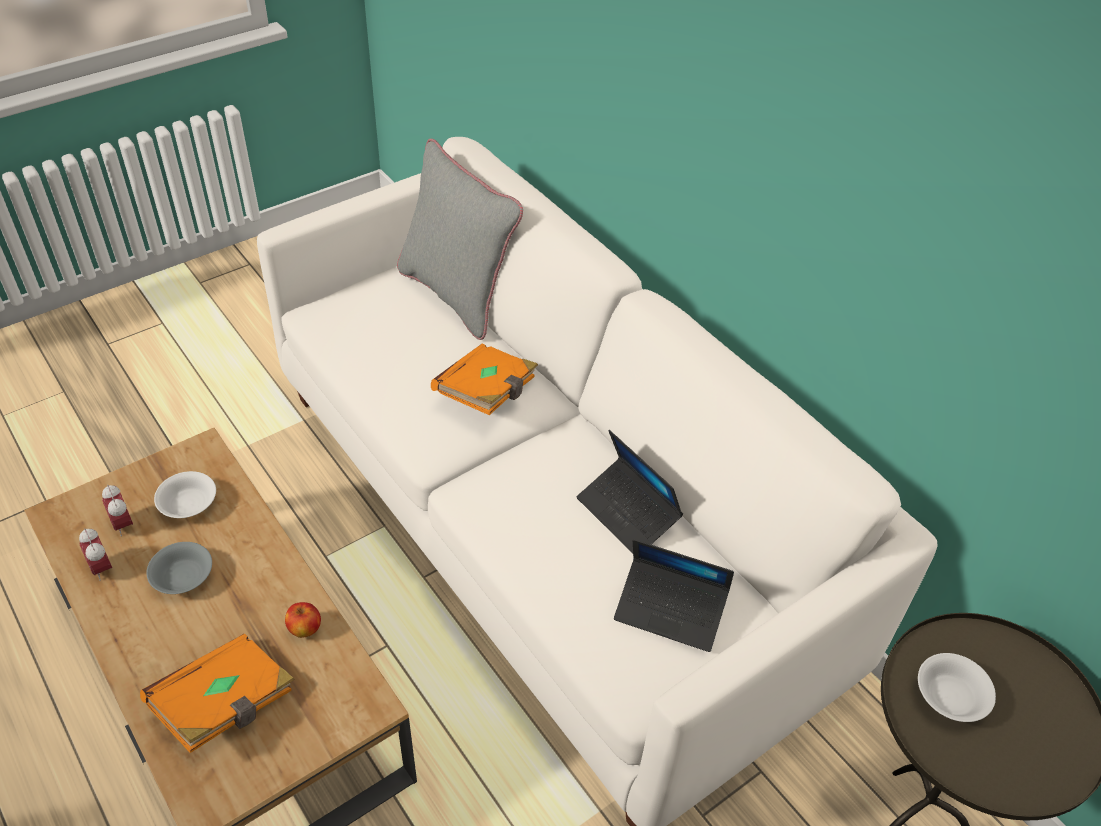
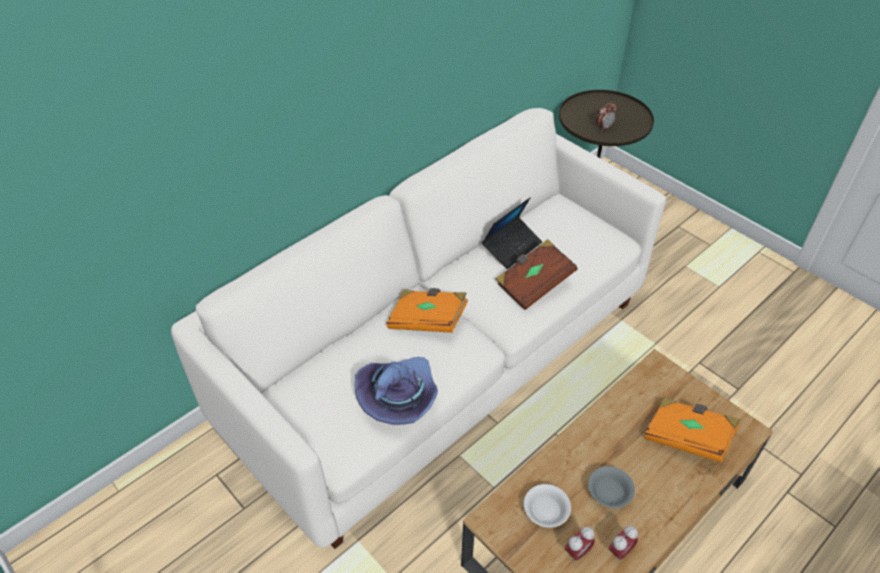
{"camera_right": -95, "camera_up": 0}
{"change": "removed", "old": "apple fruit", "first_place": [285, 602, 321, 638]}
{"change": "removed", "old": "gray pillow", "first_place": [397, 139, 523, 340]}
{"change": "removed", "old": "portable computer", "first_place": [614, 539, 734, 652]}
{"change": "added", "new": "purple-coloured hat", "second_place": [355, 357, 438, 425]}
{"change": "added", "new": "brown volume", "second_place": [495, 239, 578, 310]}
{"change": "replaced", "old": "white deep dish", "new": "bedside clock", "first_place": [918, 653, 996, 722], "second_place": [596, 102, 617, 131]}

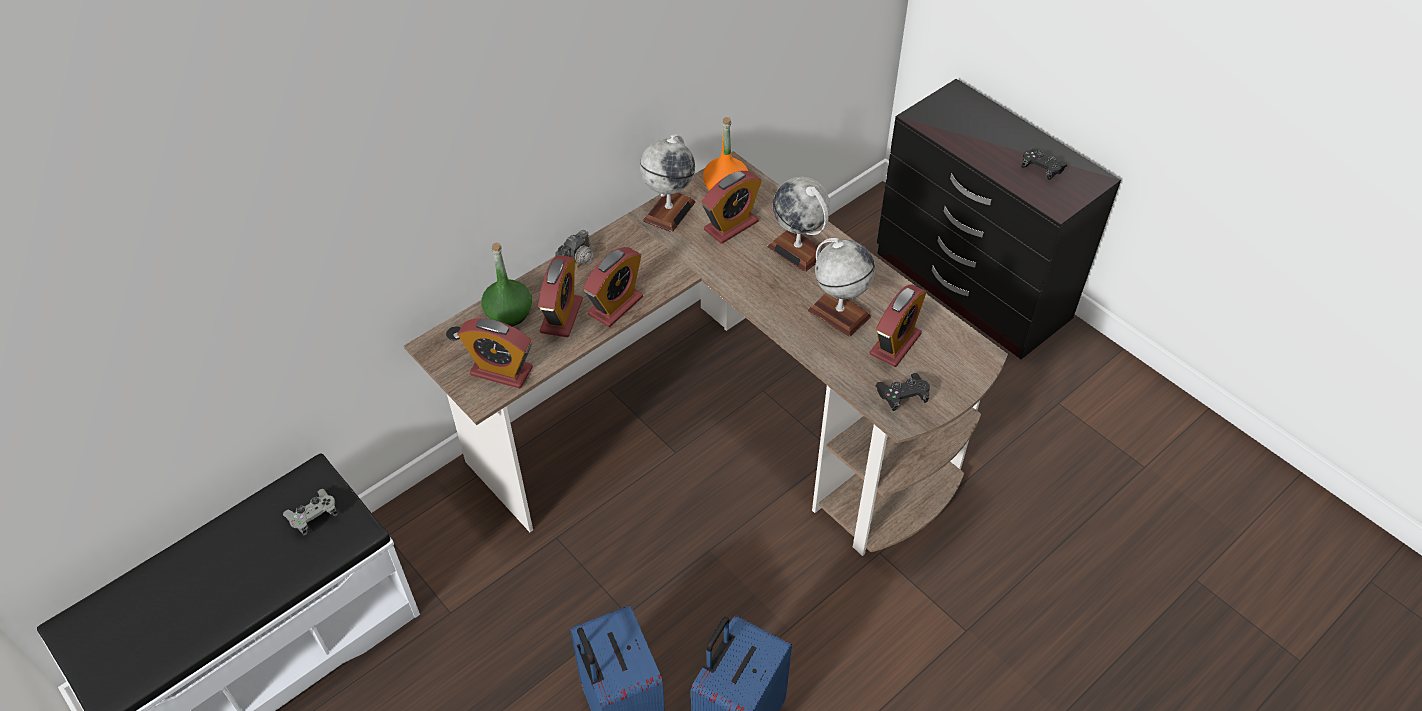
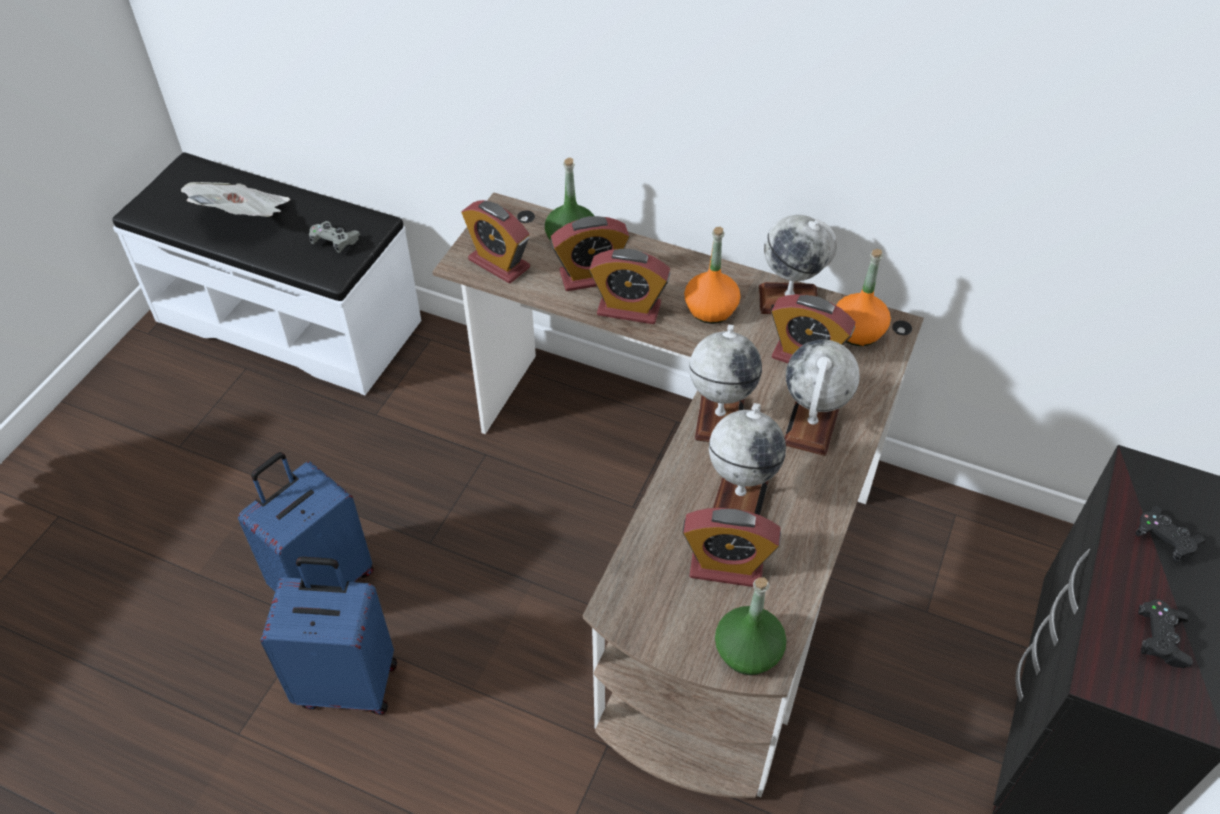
{"camera_right": 65, "camera_up": 0}
{"change": "removed", "old": "still camera", "first_place": [555, 230, 608, 273]}
{"change": "added", "new": "daily paper", "second_place": [181, 182, 290, 217]}
{"change": "added", "new": "orange-coloured drink bottle", "second_place": [684, 227, 740, 324]}
{"change": "added", "new": "globe", "second_place": [690, 324, 762, 442]}
{"change": "added", "new": "greenish drink bottle", "second_place": [715, 577, 786, 675]}
{"change": "moved", "old": "black-coloured game controller", "first_place": [875, 373, 930, 411], "second_place": [1135, 506, 1205, 563]}
{"change": "turned", "old": "bedside clock", "first_place": [457, 318, 533, 389], "second_place": [462, 200, 530, 284], "degrees": -45}

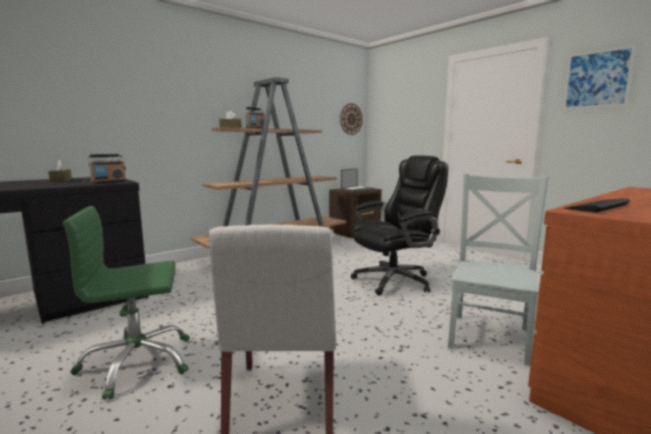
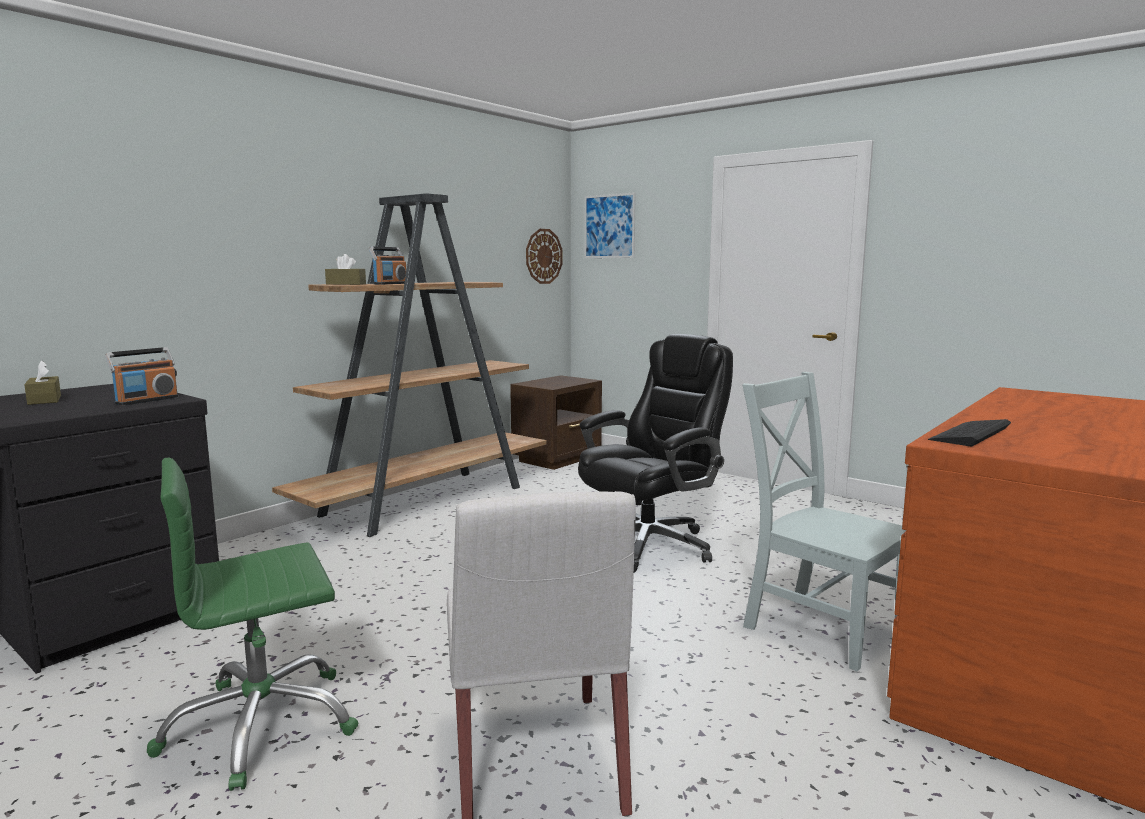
{"camera_right": -10, "camera_up": 0}
{"change": "removed", "old": "portable computer", "first_place": [341, 168, 374, 192]}
{"change": "moved", "old": "wall picture", "first_place": [563, 45, 635, 109], "second_place": [584, 192, 636, 258]}
{"change": "turned", "old": "gray upright chair", "first_place": [448, 173, 549, 366], "second_place": [742, 372, 906, 671], "degrees": -60}

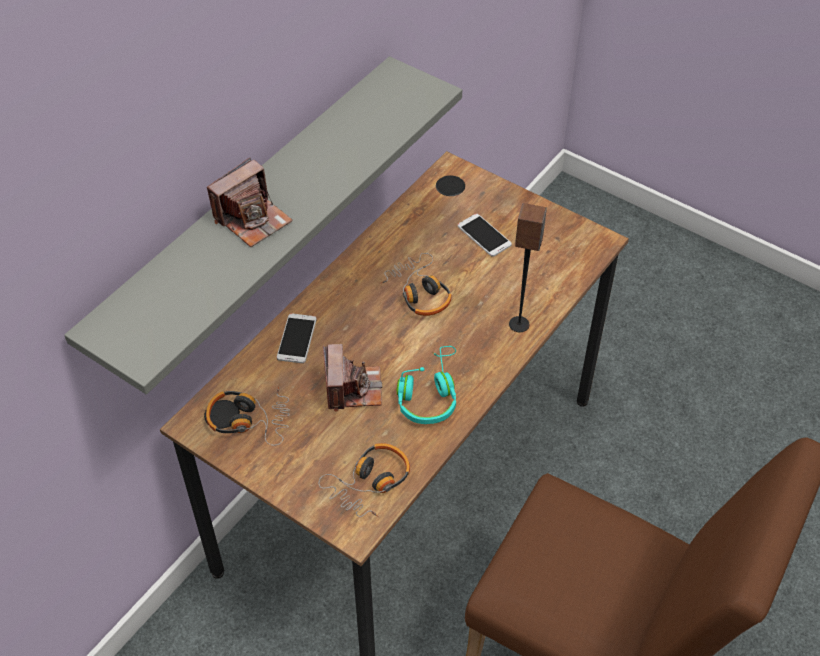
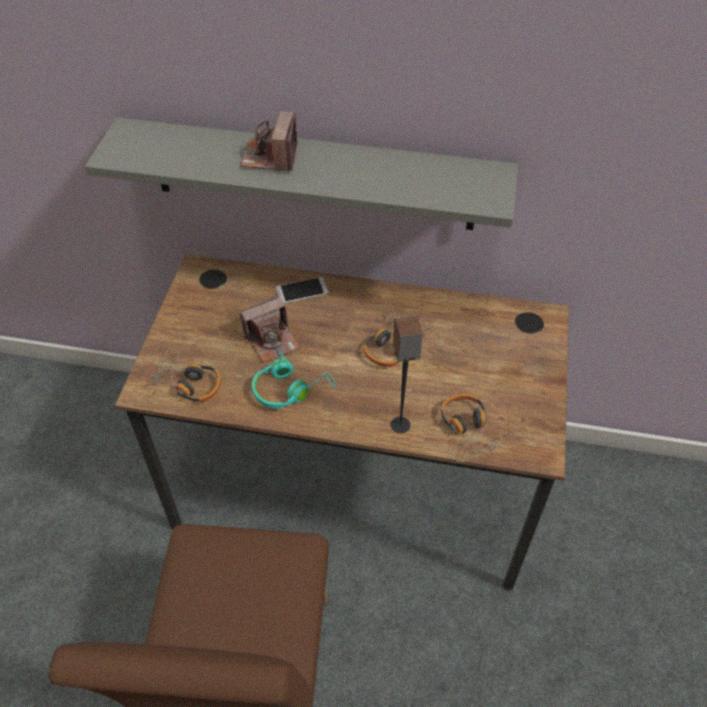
{"camera_right": 65, "camera_up": 0}
{"change": "removed", "old": "telephone", "first_place": [458, 214, 512, 257]}
{"change": "moved", "old": "headset", "first_place": [206, 387, 290, 446], "second_place": [440, 394, 510, 462]}
{"change": "turned", "old": "still camera", "first_place": [207, 158, 292, 247], "second_place": [241, 111, 297, 171], "degrees": 75}

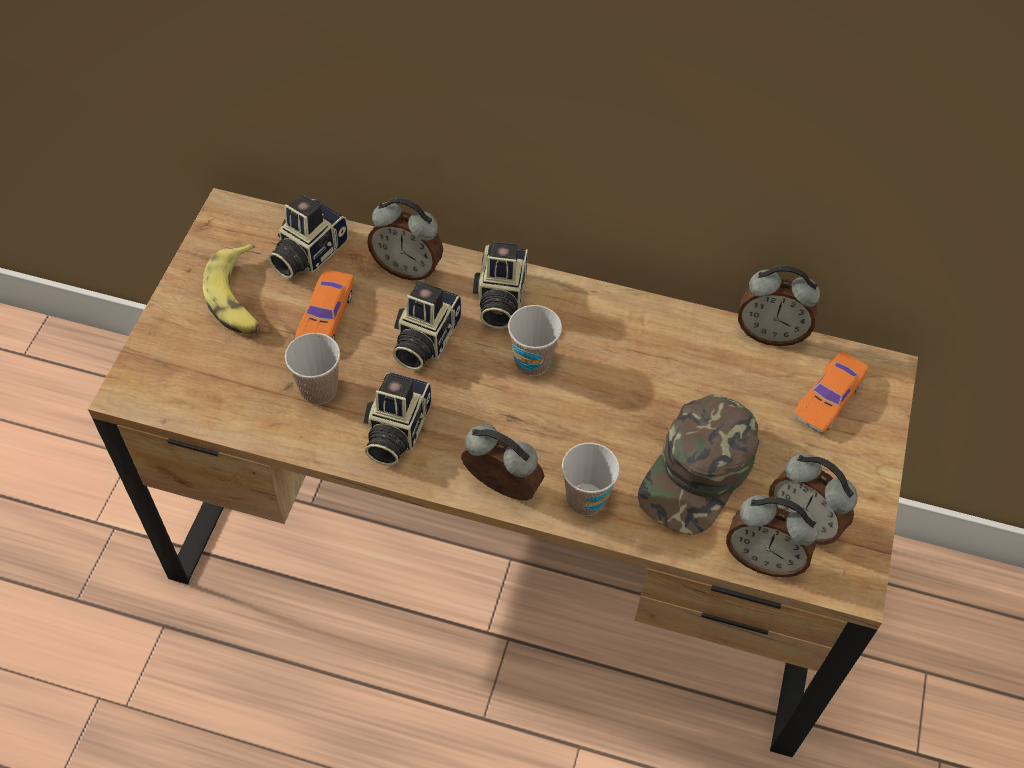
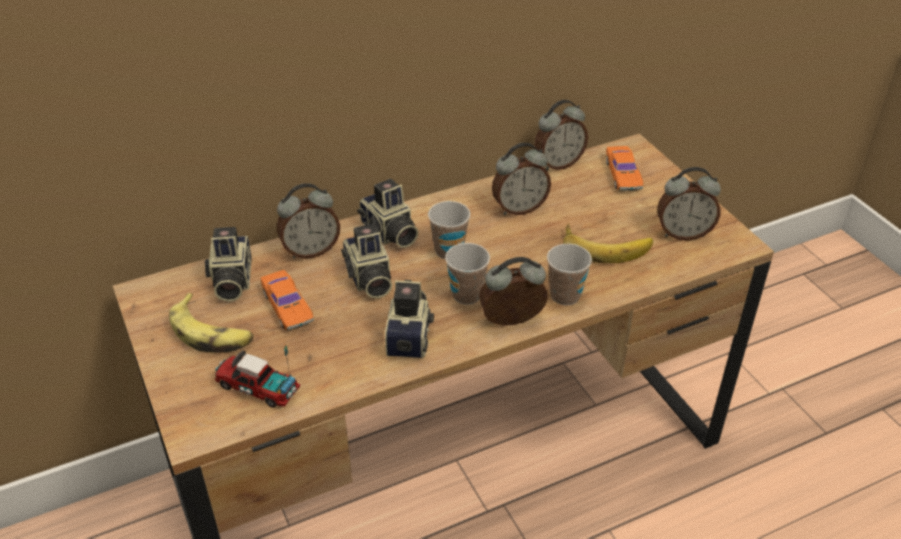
{"camera_right": -40, "camera_up": -15}
{"change": "added", "new": "toy truck", "second_place": [215, 343, 300, 408]}
{"change": "moved", "old": "cup", "first_place": [285, 333, 340, 405], "second_place": [445, 243, 490, 305]}
{"change": "moved", "old": "bedside clock", "first_place": [726, 495, 819, 578], "second_place": [492, 143, 551, 215]}
{"change": "replaced", "old": "greenish cap", "new": "whole banana", "first_place": [638, 394, 759, 535], "second_place": [563, 223, 653, 263]}
{"change": "turned", "old": "still camera", "first_place": [364, 372, 432, 466], "second_place": [385, 280, 434, 359], "degrees": -150}

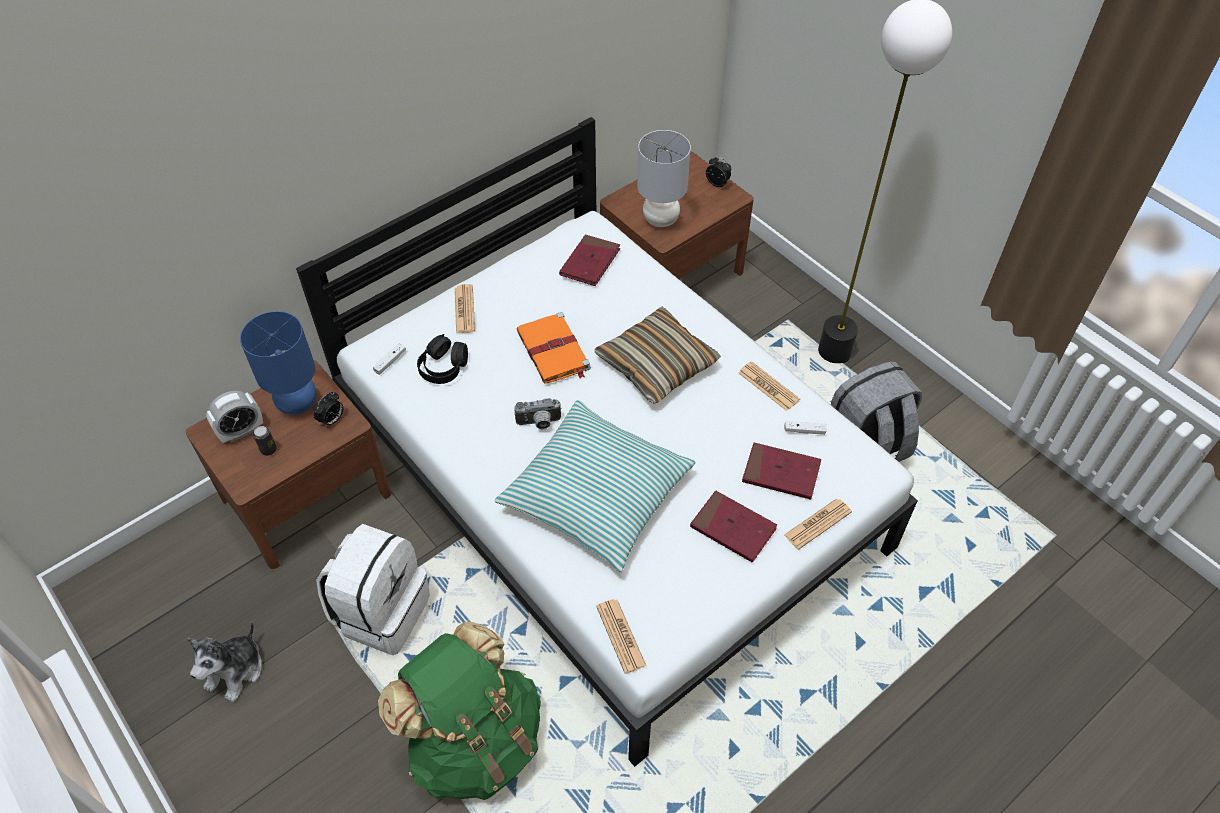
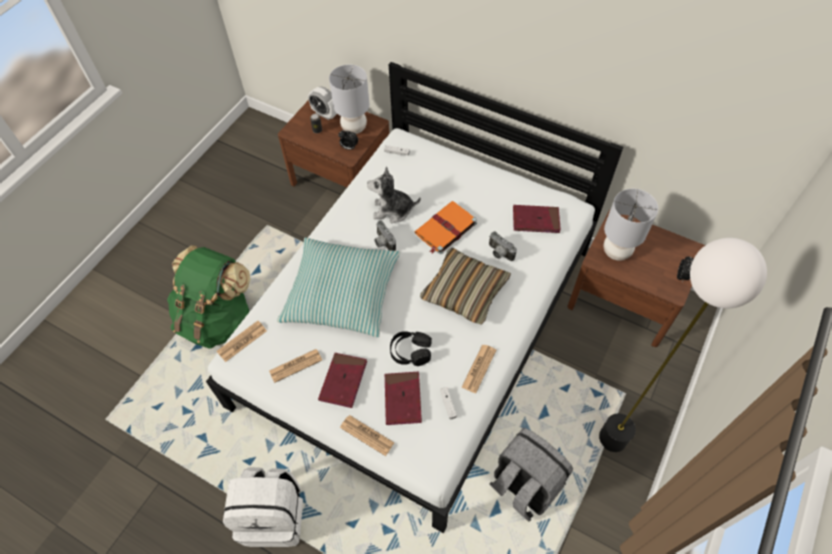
{"camera_right": 70, "camera_up": 5}
{"change": "added", "new": "still camera", "second_place": [489, 231, 517, 261]}
{"change": "moved", "old": "plush toy", "first_place": [187, 622, 262, 702], "second_place": [367, 166, 421, 223]}
{"change": "moved", "old": "white rucksack", "first_place": [316, 524, 430, 655], "second_place": [223, 467, 303, 547]}
{"change": "moved", "old": "black-coloured headset", "first_place": [417, 334, 468, 384], "second_place": [390, 331, 432, 366]}
{"change": "moved", "old": "daily paper", "first_place": [455, 284, 475, 333], "second_place": [269, 349, 322, 383]}
{"change": "recoloured", "old": "bluish lamp for a table", "new": "gray lamp for a table", "first_place": [240, 311, 317, 415], "second_place": [329, 64, 369, 134]}

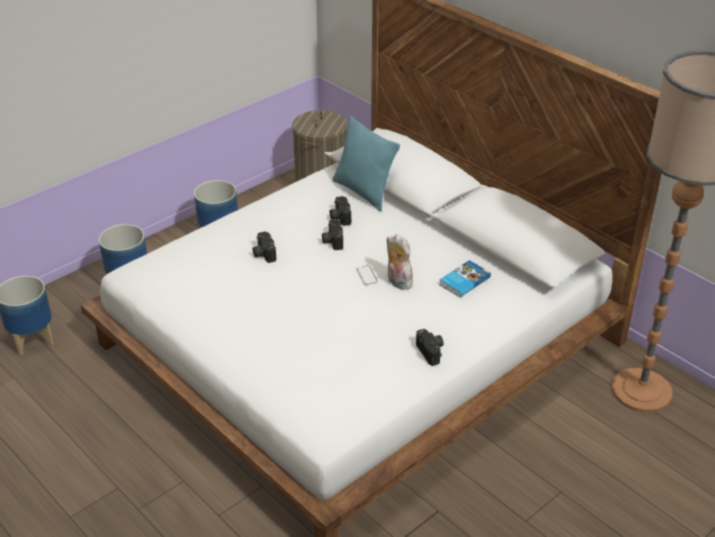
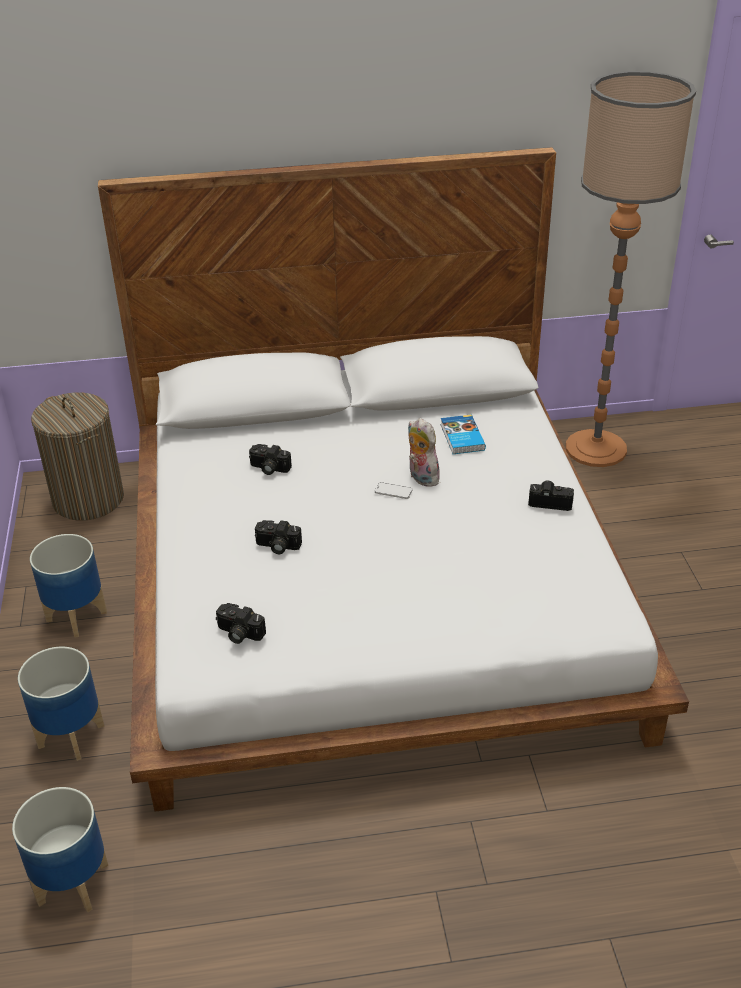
{"camera_right": -55, "camera_up": 0}
{"change": "removed", "old": "turquoise-coloured pillow", "first_place": [332, 116, 400, 211]}
{"change": "moved", "old": "still camera", "first_place": [322, 219, 343, 250], "second_place": [216, 603, 266, 644]}
{"change": "turned", "old": "plush toy", "first_place": [386, 234, 413, 290], "second_place": [408, 418, 440, 487], "degrees": 60}

